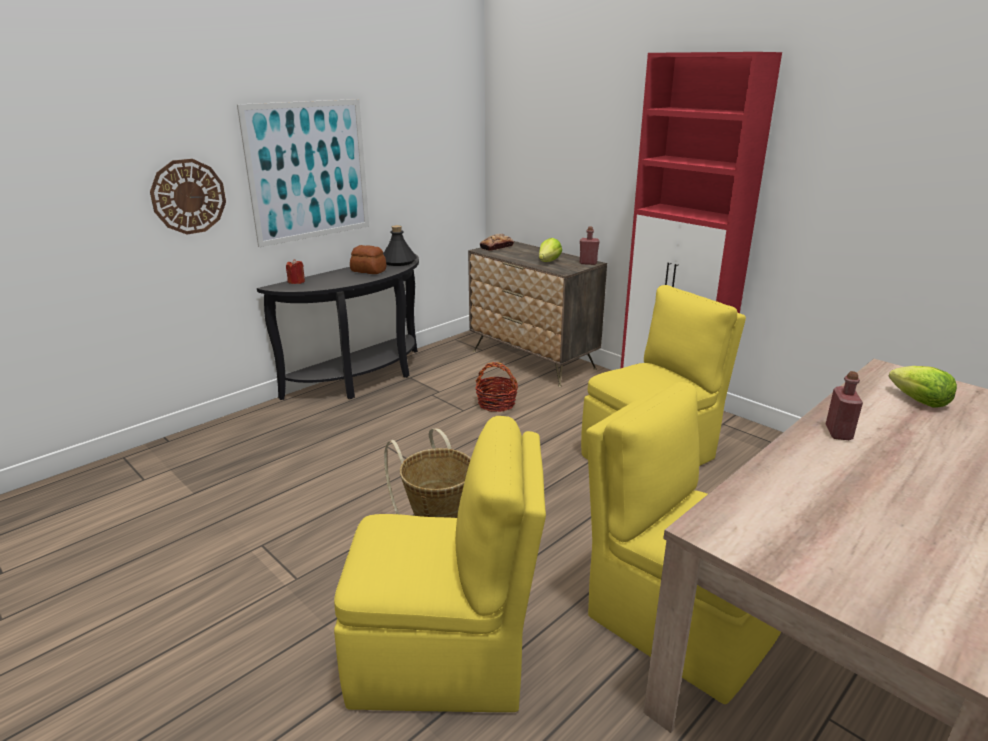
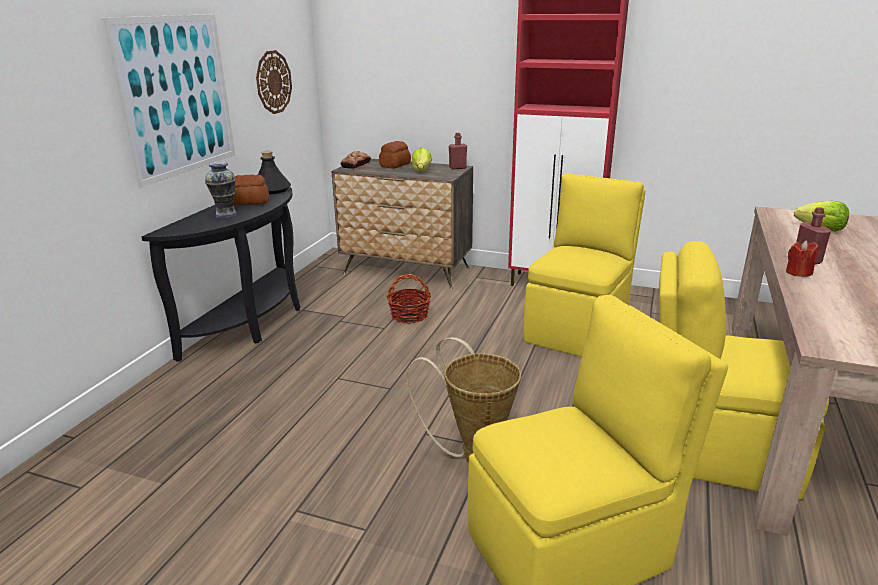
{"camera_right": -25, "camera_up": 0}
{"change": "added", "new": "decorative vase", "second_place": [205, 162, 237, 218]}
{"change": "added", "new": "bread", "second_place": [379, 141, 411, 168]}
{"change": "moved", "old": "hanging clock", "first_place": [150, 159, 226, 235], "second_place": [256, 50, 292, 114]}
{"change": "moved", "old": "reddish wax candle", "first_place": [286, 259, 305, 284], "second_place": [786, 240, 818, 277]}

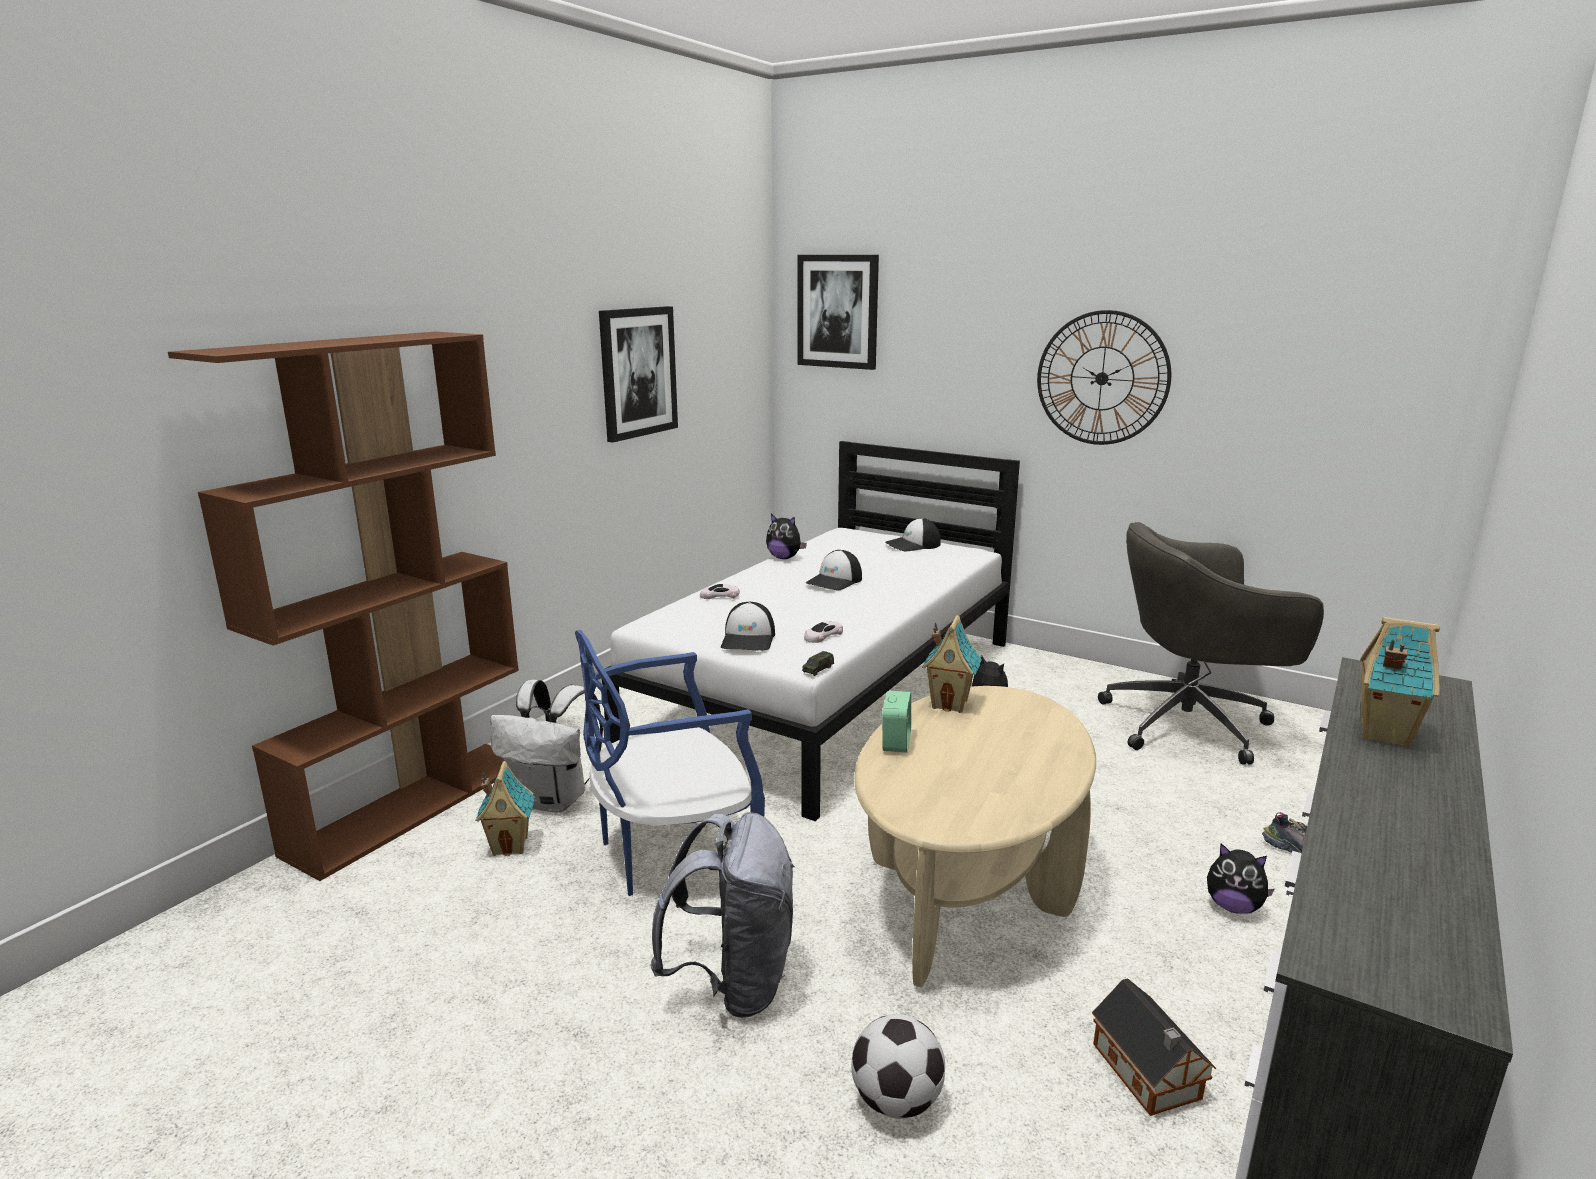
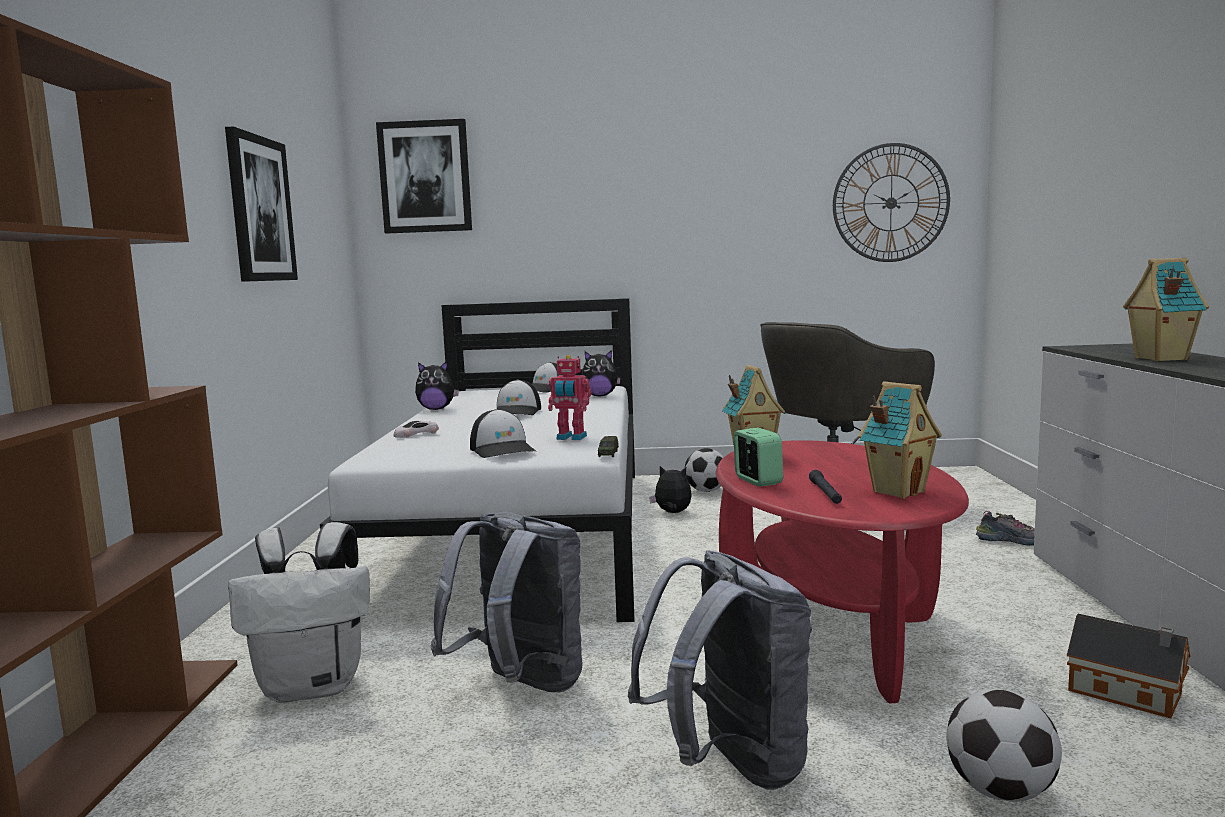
{"camera_right": -30, "camera_up": -10}
{"change": "added", "new": "football ball", "second_place": [685, 448, 724, 492]}
{"change": "added", "new": "black-coloured flashlight", "second_place": [809, 470, 842, 504]}
{"change": "moved", "old": "model house", "first_place": [475, 761, 535, 856], "second_place": [858, 381, 942, 498]}
{"change": "moved", "old": "hanging clock", "first_place": [1037, 310, 1171, 445], "second_place": [833, 143, 950, 262]}
{"change": "moved", "old": "plush toy", "first_place": [1207, 843, 1274, 914], "second_place": [582, 350, 621, 397]}
{"change": "replaced", "old": "bluish upright chair", "new": "gray rucksack", "first_place": [575, 630, 765, 896], "second_place": [430, 511, 583, 692]}
{"change": "replaced", "old": "white toy car", "new": "model robot", "first_place": [804, 621, 843, 643], "second_place": [548, 355, 591, 440]}
{"change": "recoloured", "old": "sand-coloured coffee table", "new": "reddish coffee table", "first_place": [854, 686, 1096, 988], "second_place": [716, 440, 969, 704]}

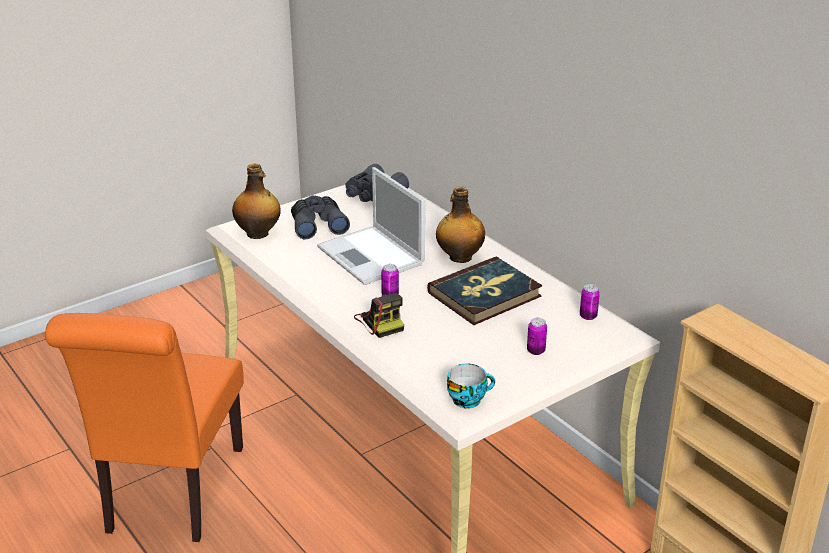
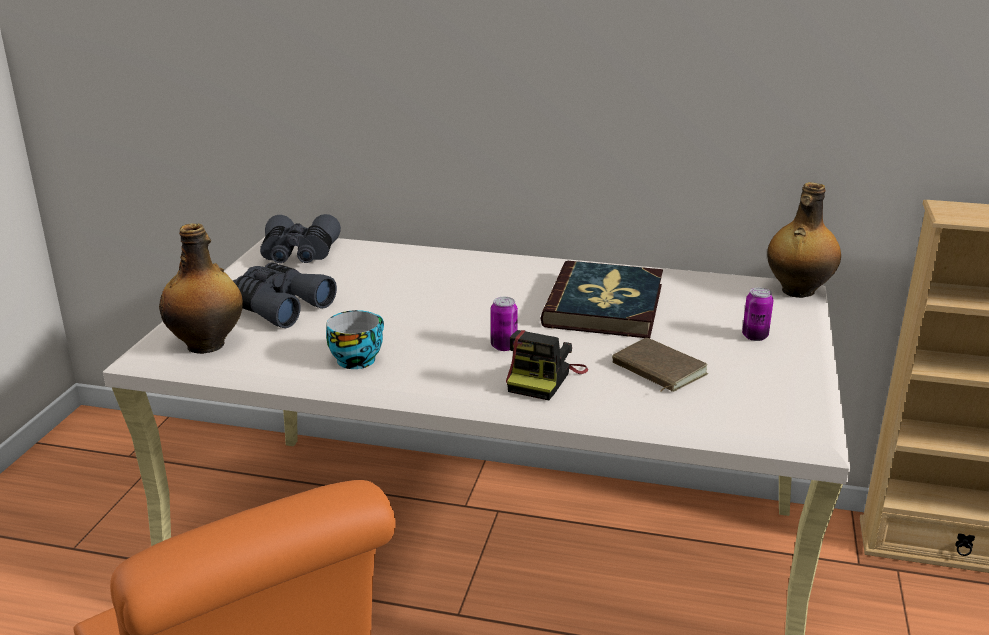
{"camera_right": -40, "camera_up": -5}
{"change": "removed", "old": "portable computer", "first_place": [317, 167, 425, 285]}
{"change": "removed", "old": "can", "first_place": [580, 284, 600, 320]}
{"change": "added", "new": "brown volume", "second_place": [612, 338, 708, 392]}
{"change": "moved", "old": "drink bottle", "first_place": [436, 186, 485, 263], "second_place": [767, 182, 841, 298]}
{"change": "moved", "old": "cup", "first_place": [447, 364, 495, 409], "second_place": [326, 310, 384, 369]}
{"change": "turned", "old": "still camera", "first_place": [354, 293, 404, 338], "second_place": [506, 330, 588, 400], "degrees": 90}

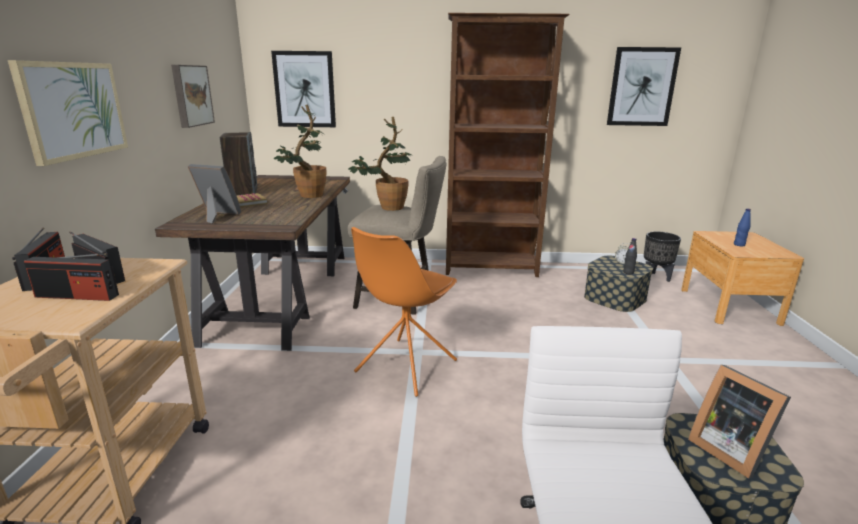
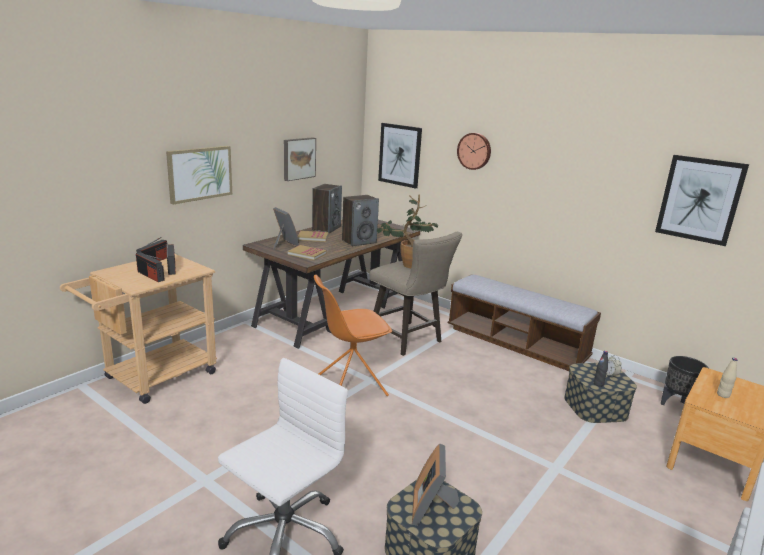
{"camera_right": 35, "camera_up": 0}
{"change": "added", "new": "volume", "second_place": [288, 245, 327, 260]}
{"change": "added", "new": "hanging clock", "second_place": [457, 133, 491, 170]}
{"change": "replaced", "old": "houseplant", "new": "loudspeaker", "first_place": [274, 104, 327, 198], "second_place": [342, 195, 379, 247]}
{"change": "replaced", "old": "brown bookshelf", "new": "bench", "first_place": [446, 13, 570, 277], "second_place": [448, 274, 601, 371]}
{"change": "recoloured", "old": "bluish drink bottle", "new": "sand-coloured drink bottle", "first_place": [734, 209, 751, 246], "second_place": [717, 358, 738, 398]}

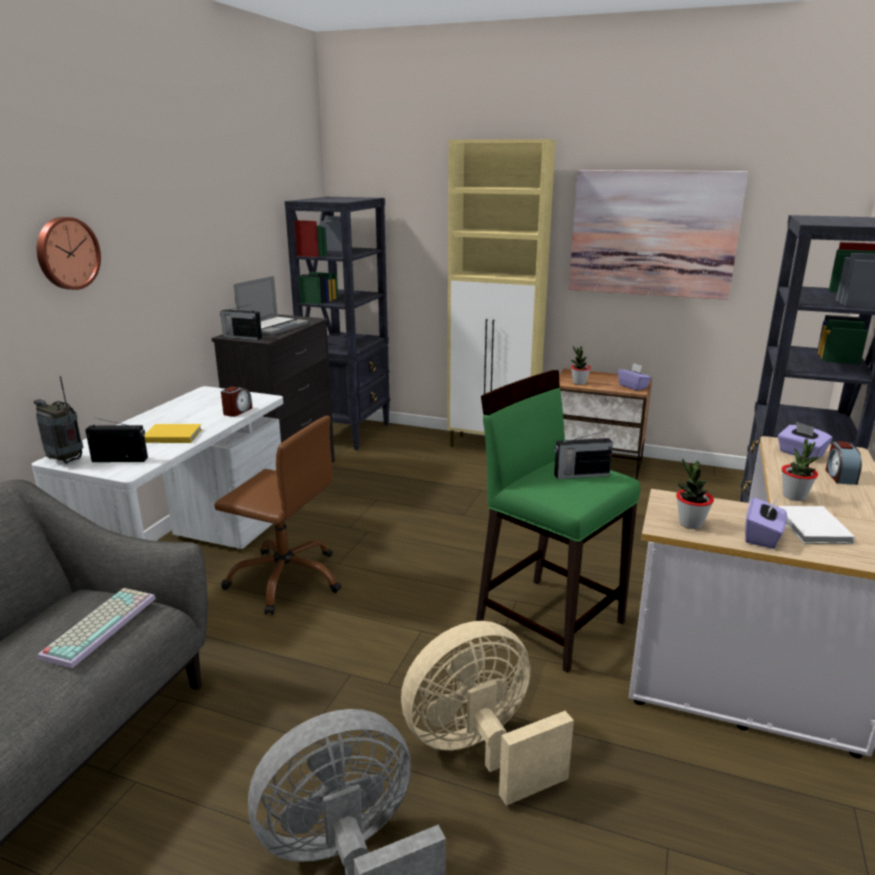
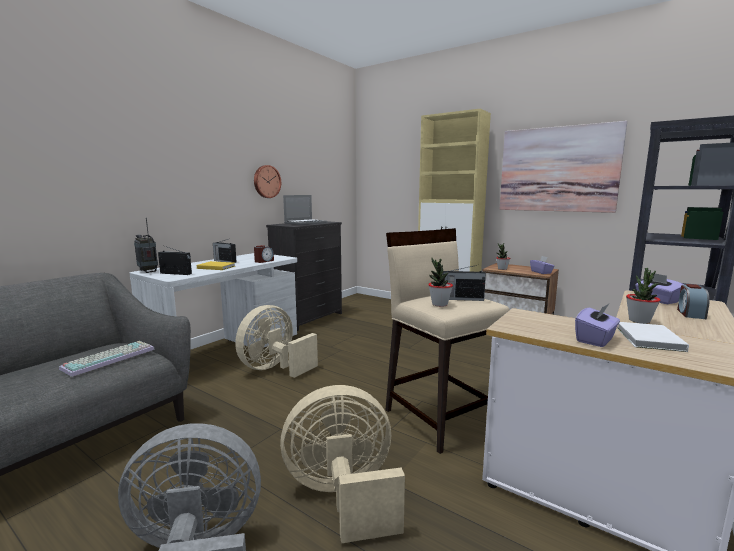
{"camera_right": 15, "camera_up": -10}
{"change": "removed", "old": "black-coloured bookshelf", "first_place": [285, 197, 390, 450]}
{"change": "moved", "old": "hanging clock", "first_place": [37, 217, 101, 290], "second_place": [254, 165, 281, 198]}
{"change": "moved", "old": "radio receiver", "first_place": [220, 304, 262, 340], "second_place": [213, 239, 237, 263]}
{"change": "moved", "old": "houseplant", "first_place": [676, 459, 714, 529], "second_place": [428, 258, 453, 307]}
{"change": "replaced", "old": "brown desk chair", "new": "sand-coloured fan", "first_place": [214, 416, 341, 615], "second_place": [235, 305, 318, 378]}
{"change": "recoloured", "old": "greenish sitting stool", "new": "sand-coloured sitting stool", "first_place": [476, 370, 640, 673], "second_place": [386, 228, 509, 454]}

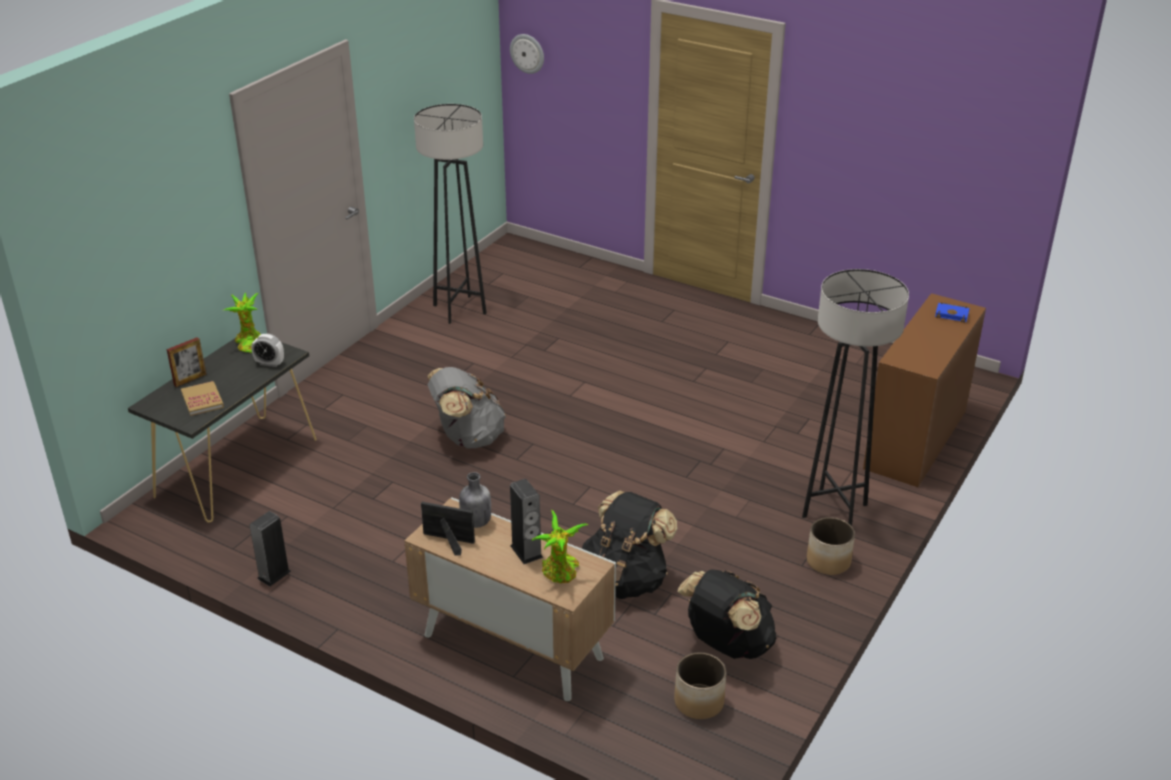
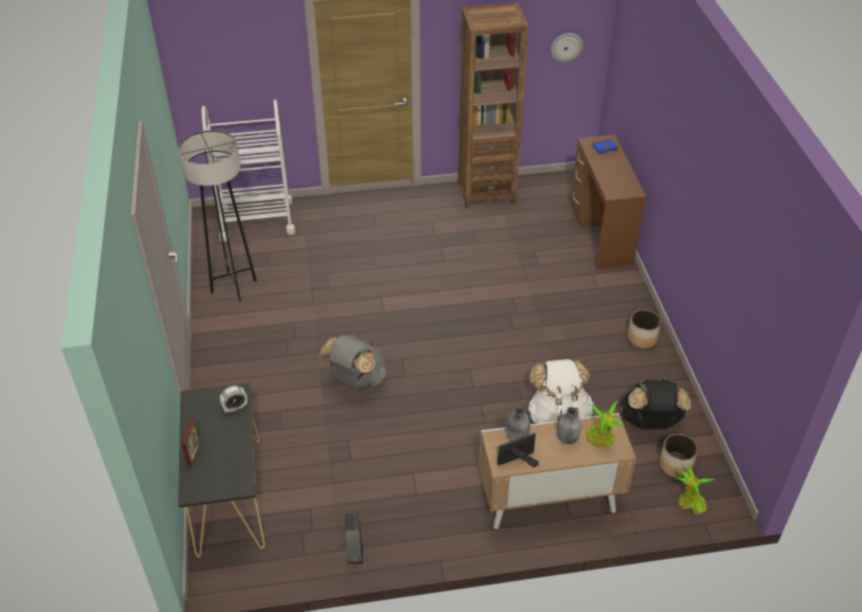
{"camera_right": -40, "camera_up": 10}
{"change": "removed", "old": "volume", "first_place": [181, 381, 224, 416]}
{"change": "removed", "old": "gray standard lamp", "first_place": [802, 269, 909, 526]}
{"change": "added", "new": "white cart", "second_place": [202, 100, 295, 241]}
{"change": "added", "new": "brown bookshelf", "second_place": [458, 3, 529, 208]}
{"change": "moved", "old": "houseplant", "first_place": [222, 293, 261, 353], "second_place": [675, 464, 715, 514]}
{"change": "moved", "old": "hanging clock", "first_place": [510, 34, 544, 74], "second_place": [551, 33, 583, 62]}
{"change": "replaced", "old": "loudspeaker", "new": "gray drink bottle", "first_place": [510, 479, 543, 564], "second_place": [557, 407, 582, 444]}
{"change": "recoloured", "old": "black-coloured rucksack", "new": "white rucksack", "first_place": [582, 490, 677, 599], "second_place": [527, 359, 594, 423]}

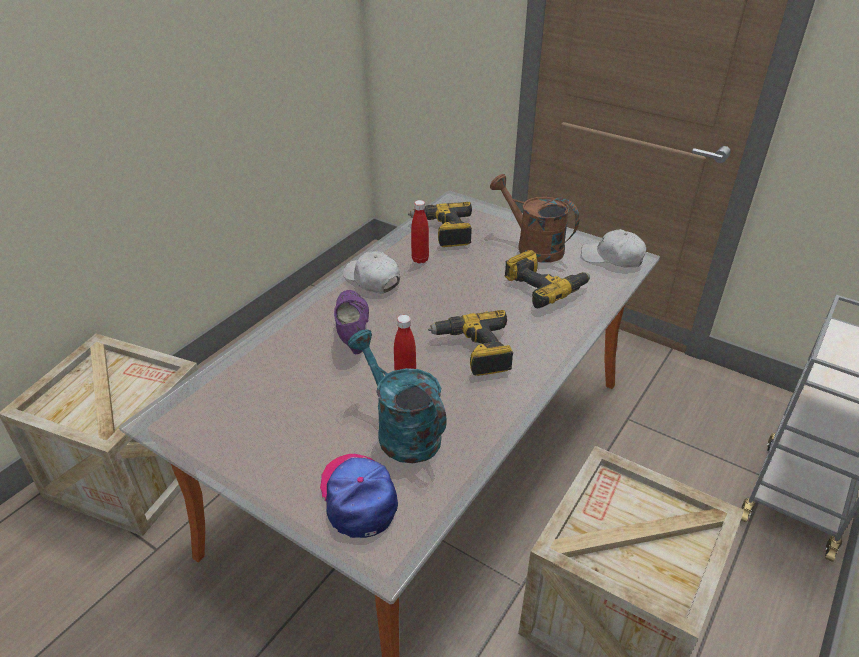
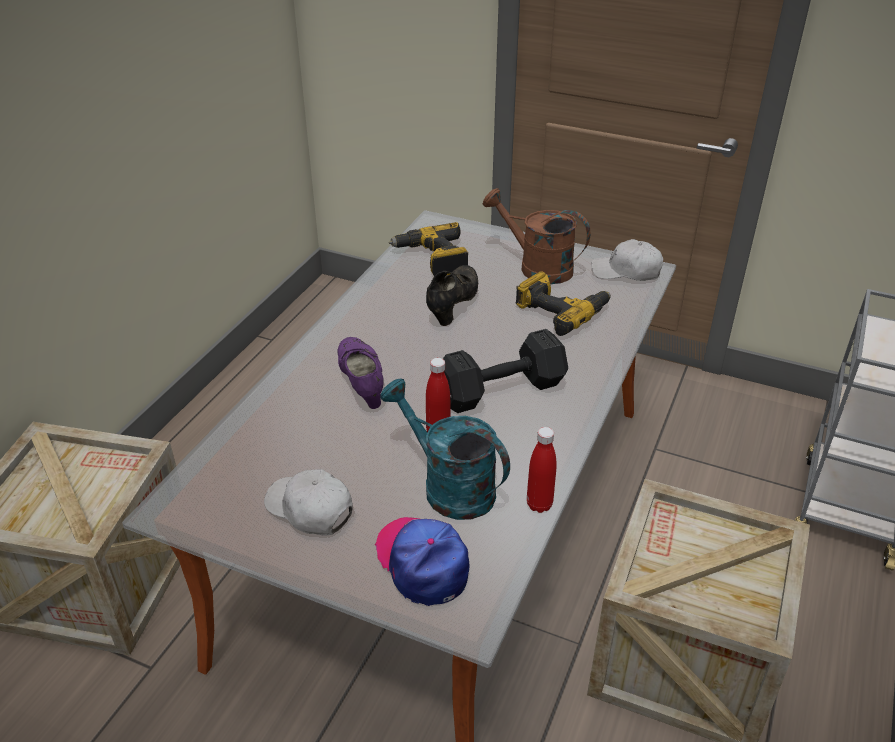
{"camera_right": -10, "camera_up": 0}
{"change": "added", "new": "black-coloured shoe", "second_place": [426, 265, 478, 326]}
{"change": "moved", "old": "white cap", "first_place": [343, 251, 400, 293], "second_place": [264, 469, 353, 536]}
{"change": "moved", "old": "reddish drink bottle", "first_place": [411, 200, 429, 264], "second_place": [527, 427, 557, 513]}
{"change": "replaced", "old": "power drill", "new": "black-coloured free weight", "first_place": [428, 310, 513, 376], "second_place": [443, 329, 568, 413]}

